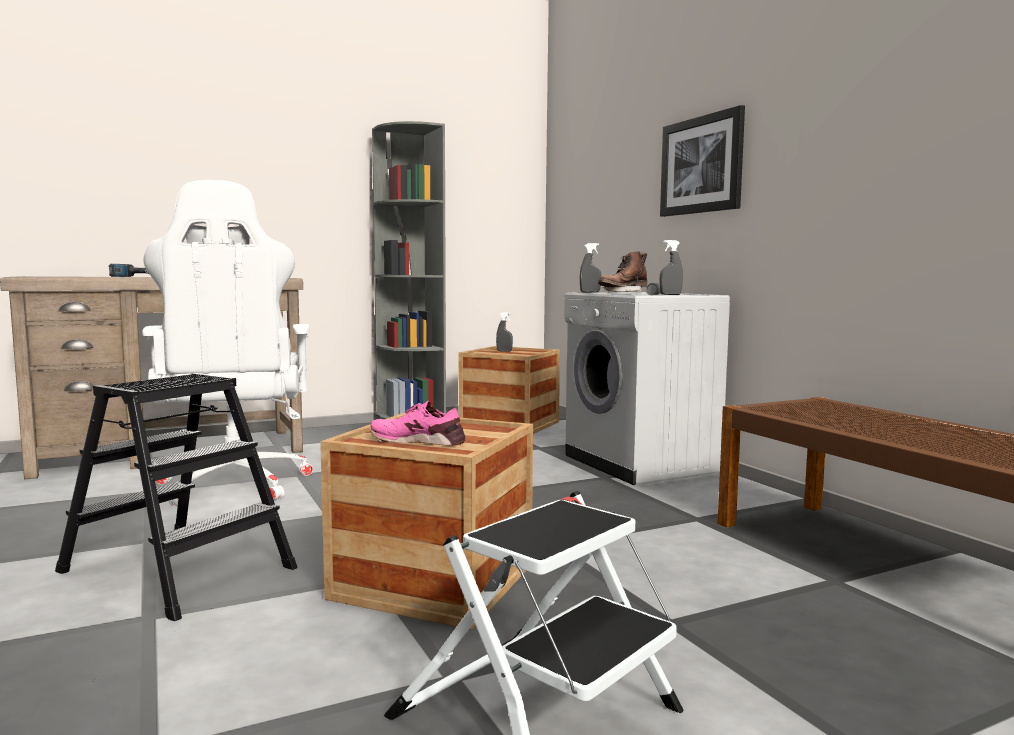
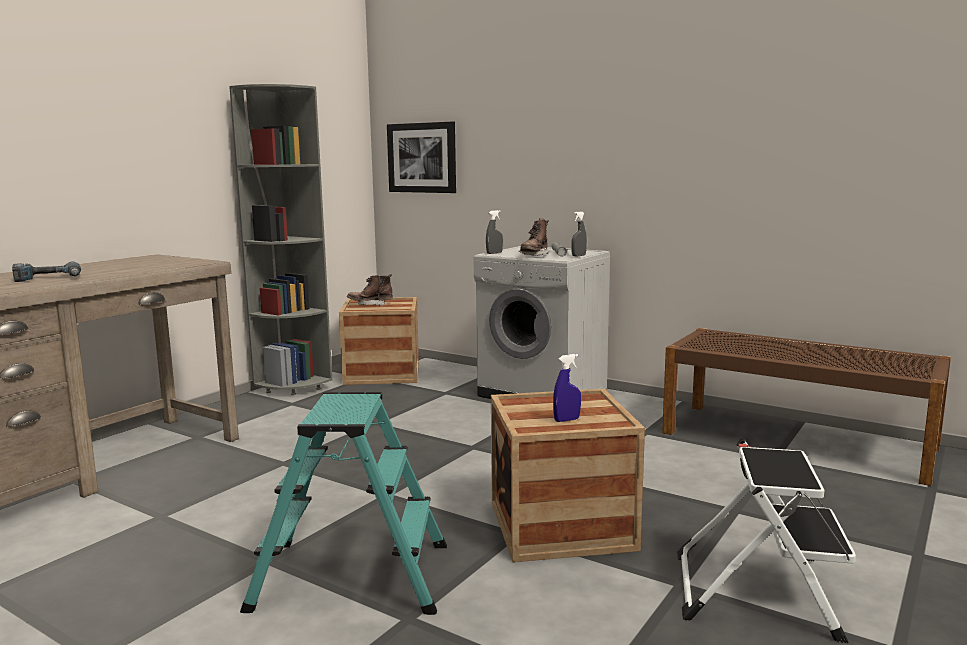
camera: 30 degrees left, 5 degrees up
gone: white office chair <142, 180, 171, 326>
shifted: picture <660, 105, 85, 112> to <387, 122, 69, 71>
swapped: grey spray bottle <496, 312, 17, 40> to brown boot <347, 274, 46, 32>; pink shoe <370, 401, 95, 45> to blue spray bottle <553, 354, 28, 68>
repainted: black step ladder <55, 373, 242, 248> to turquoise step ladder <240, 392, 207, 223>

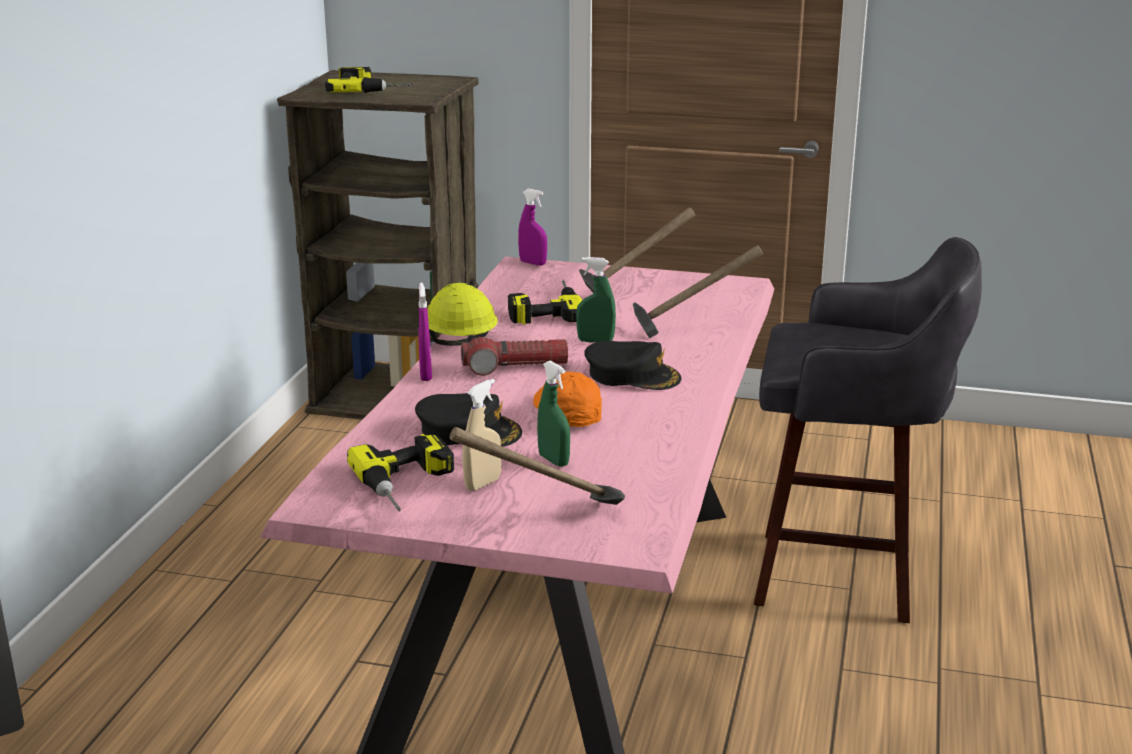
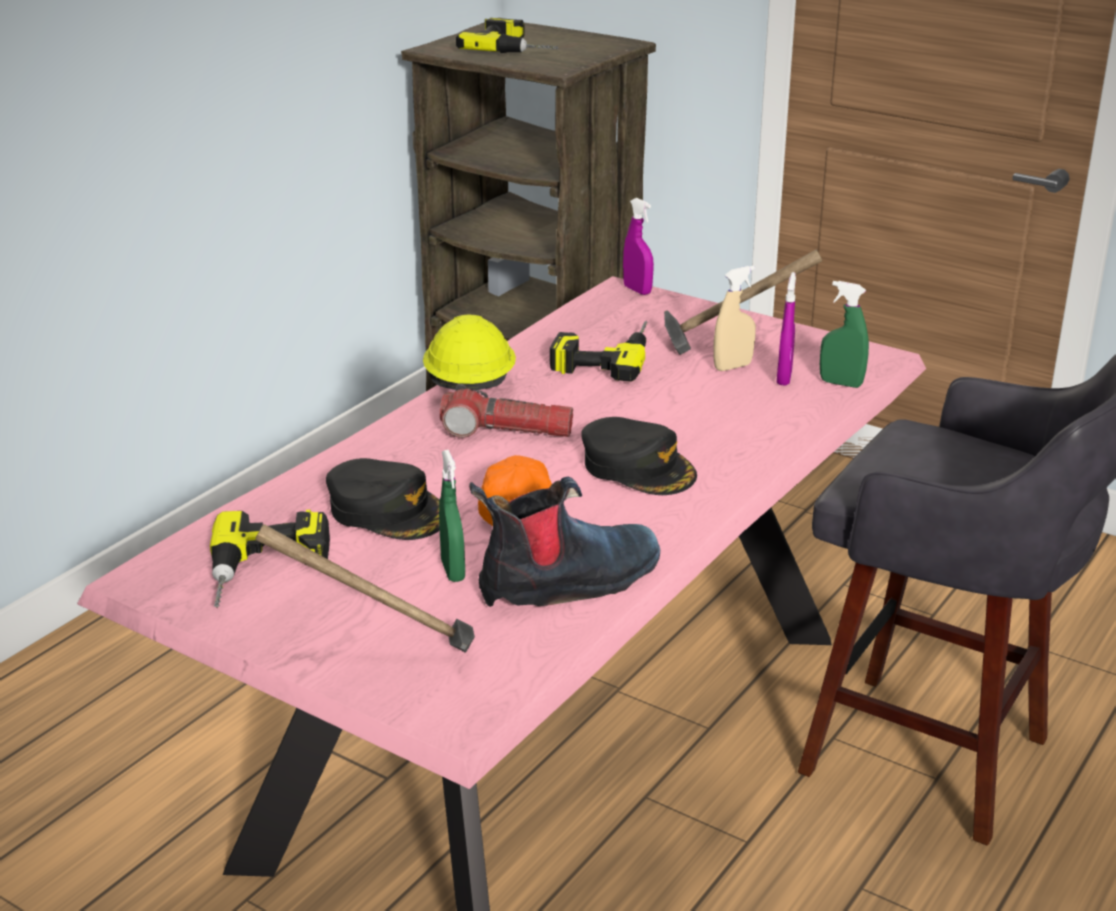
camera: 20 degrees right, 5 degrees up
gone: hammer <633, 245, 130, 93>
new: boot <469, 477, 191, 130>
shifted: beige spray bottle <462, 379, 39, 112> to <714, 266, 42, 105>; purple spray bottle <418, 282, 14, 99> to <777, 272, 19, 114>; green spray bottle <576, 257, 40, 86> to <820, 281, 49, 107>

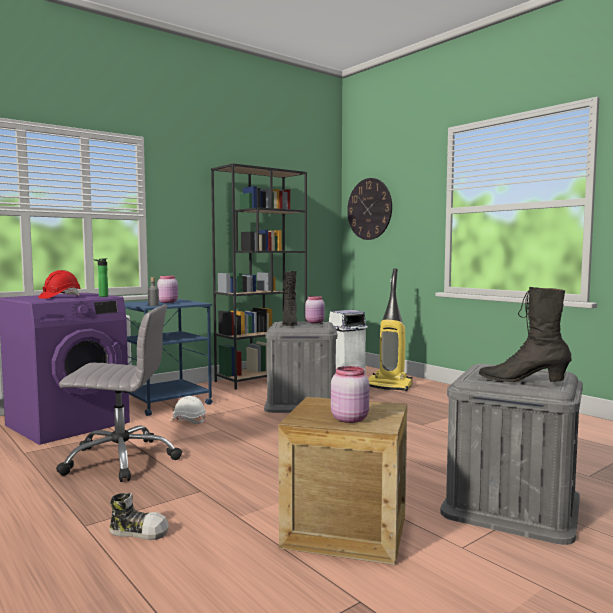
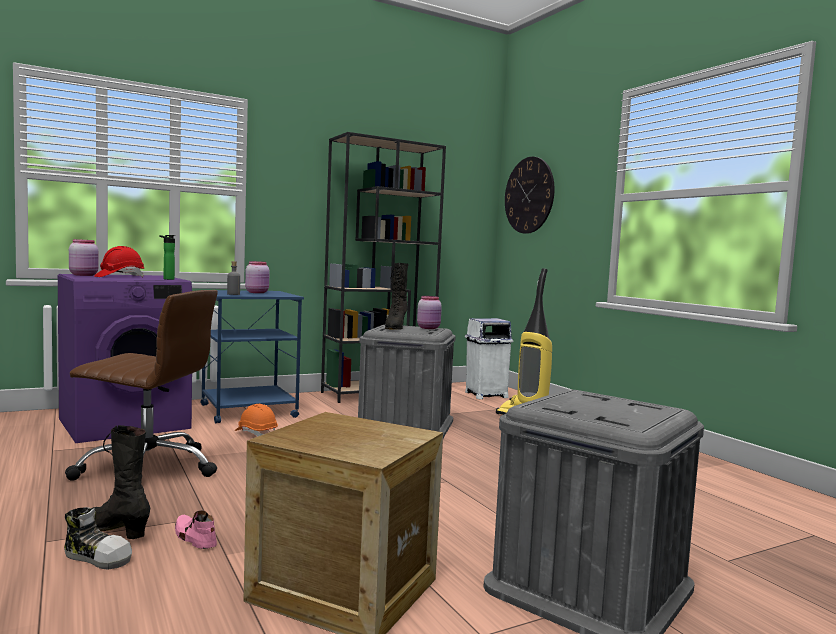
camera: 10 degrees right, 0 degrees up
new: pink shoe <175, 510, 42, 39>
shifted: pink jar <331, 366, 38, 57> to <69, 239, 30, 37>; black boot <479, 287, 92, 95> to <93, 425, 57, 114>
repainted: grey office chair <56, 304, 126, 178> to brown office chair <65, 290, 153, 191>; white hard hat <170, 396, 36, 28> to orange hard hat <235, 404, 43, 32>

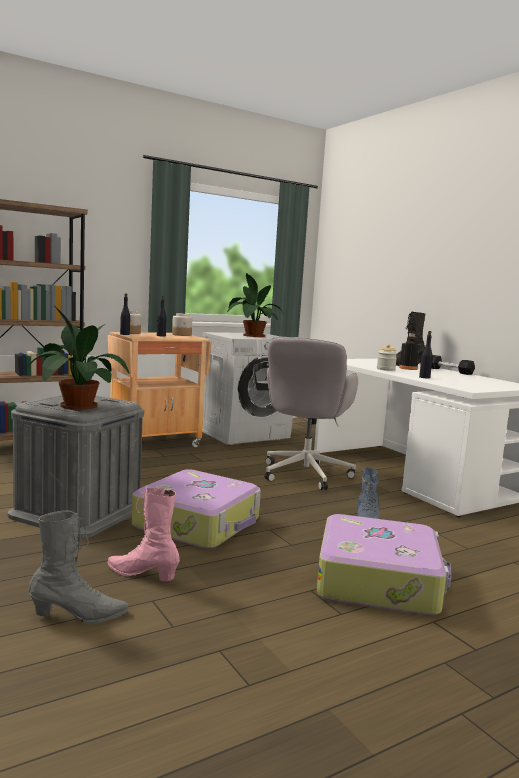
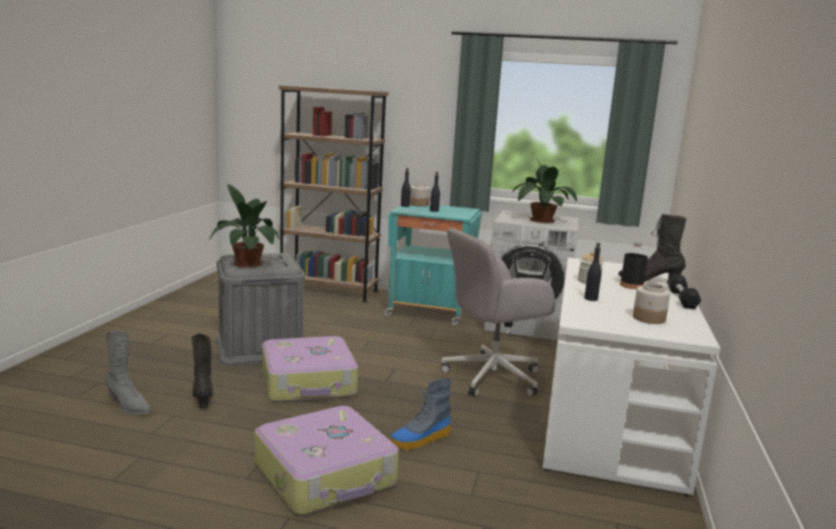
camera: 45 degrees right, 5 degrees up
shifted: jar <172, 313, 20, 23> to <633, 283, 37, 41>
repainted: pink boot <107, 487, 73, 94> to black boot <192, 333, 21, 75>; brown cart <108, 332, 104, 115> to turquoise cart <385, 204, 97, 121>

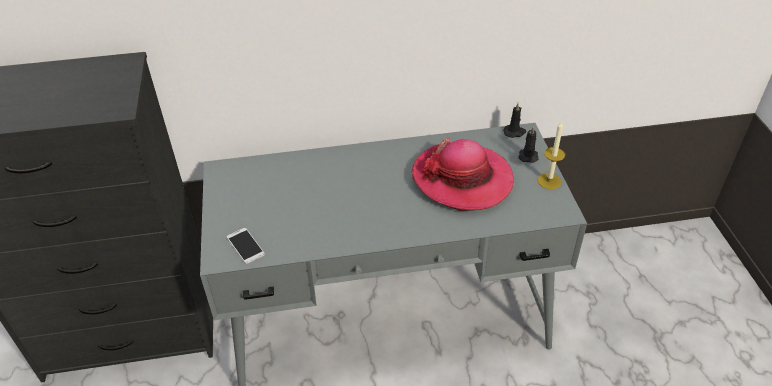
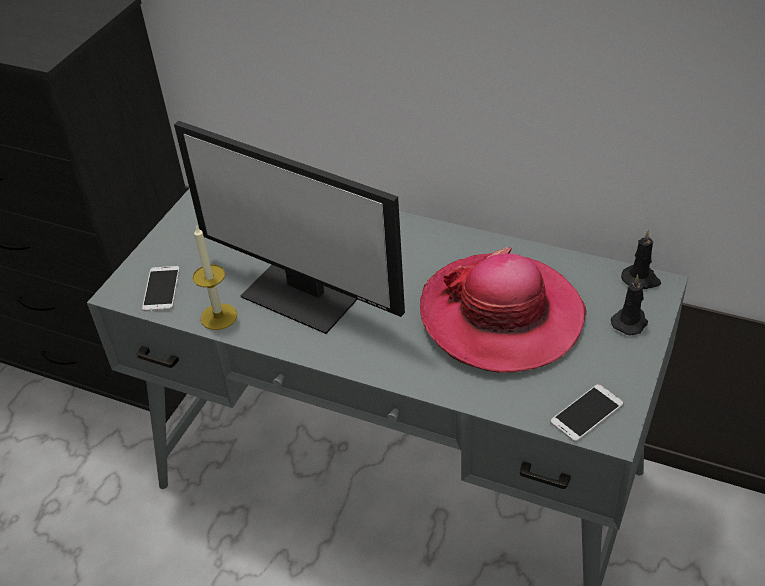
camera: 35 degrees right, 0 degrees up
new: monitor <174, 121, 231, 213>; phone <551, 384, 72, 58>
shifted: candle <538, 122, 27, 67> to <193, 225, 44, 105>

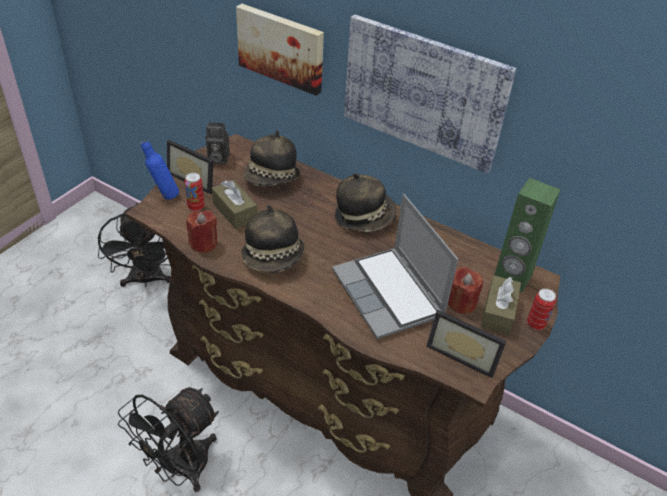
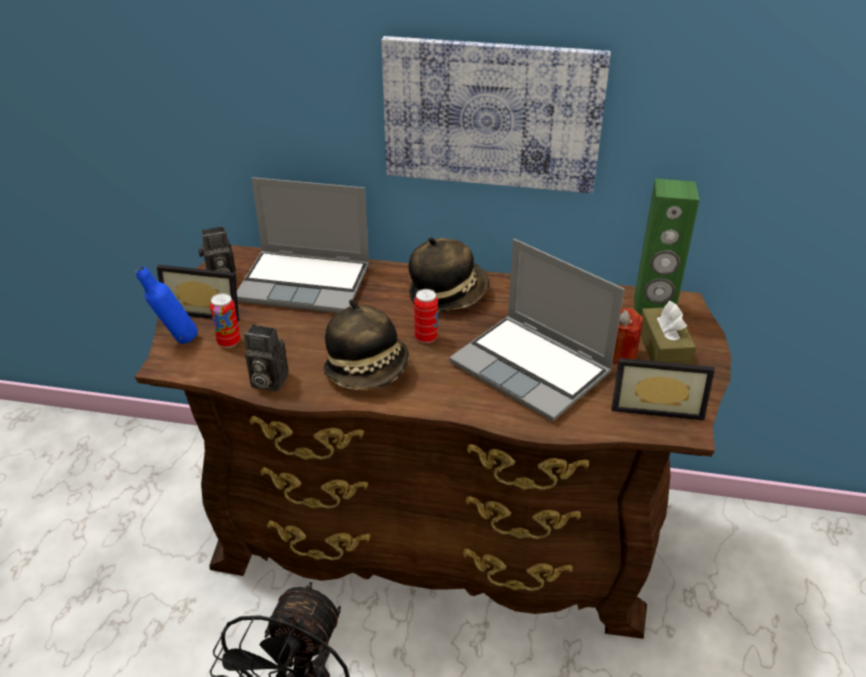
camera: 20 degrees left, 5 degrees down
gone: black fan <98, 203, 73, 84>; brown tissue box <212, 180, 45, 49>; picture <236, 4, 88, 92>
shifted: can <527, 288, 29, 42> to <414, 289, 24, 54>
swapped: hat <243, 130, 57, 56> to laptop <237, 177, 132, 136>; red candle <186, 210, 31, 43> to photo camera <244, 325, 45, 66>

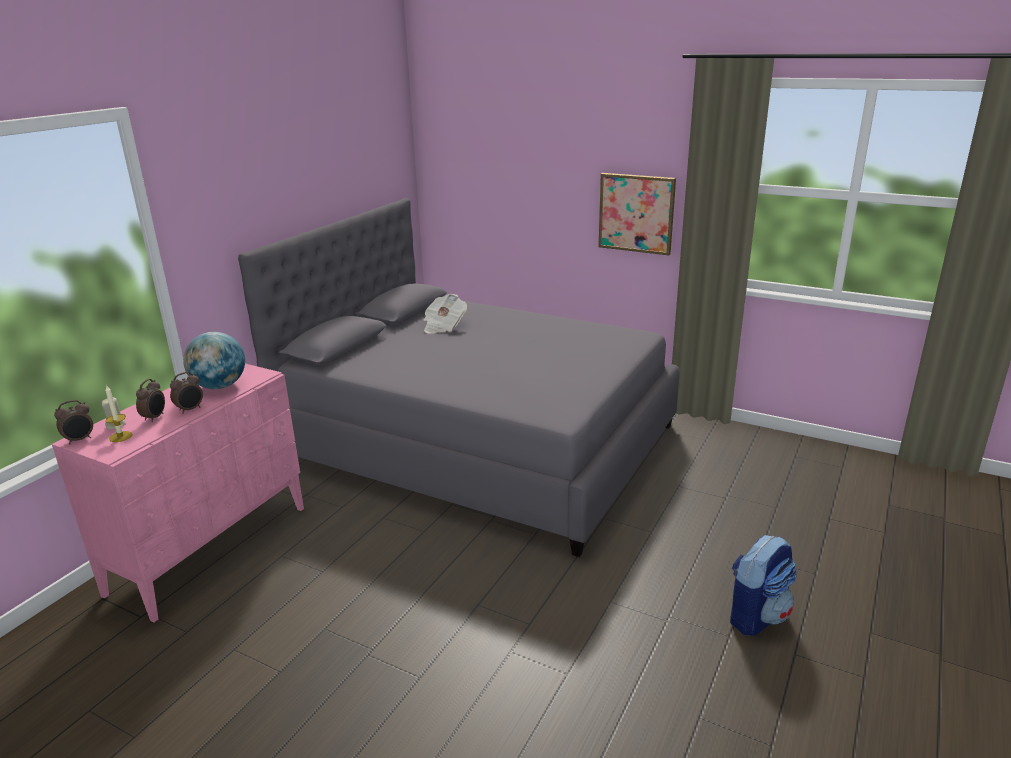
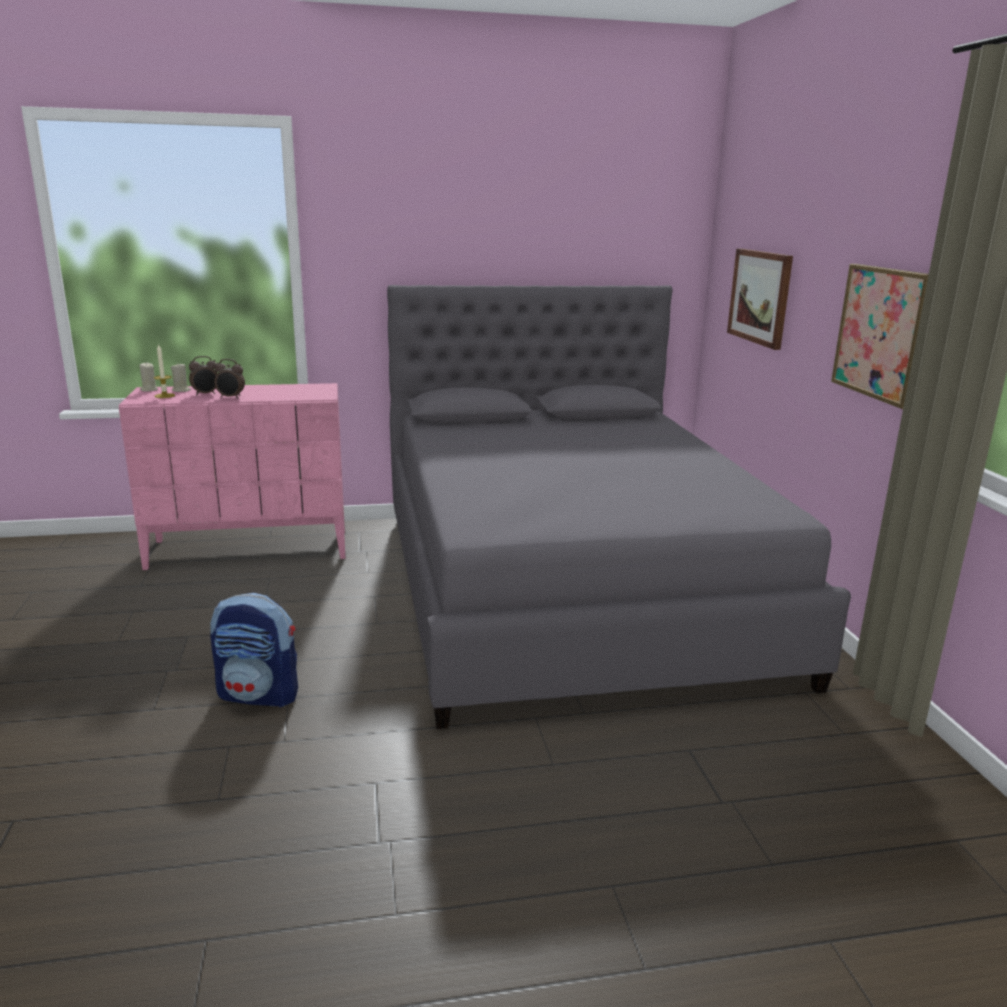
camera: 50 degrees right, 5 degrees down
gone: globe <183, 332, 62, 57>; newspaper <424, 294, 43, 40>
new: picture <727, 249, 66, 101>
shifted: backpack <730, 535, 67, 101> to <211, 593, 87, 114>
swapped: alarm clock <54, 400, 39, 44> to beige candle <139, 363, 19, 29>

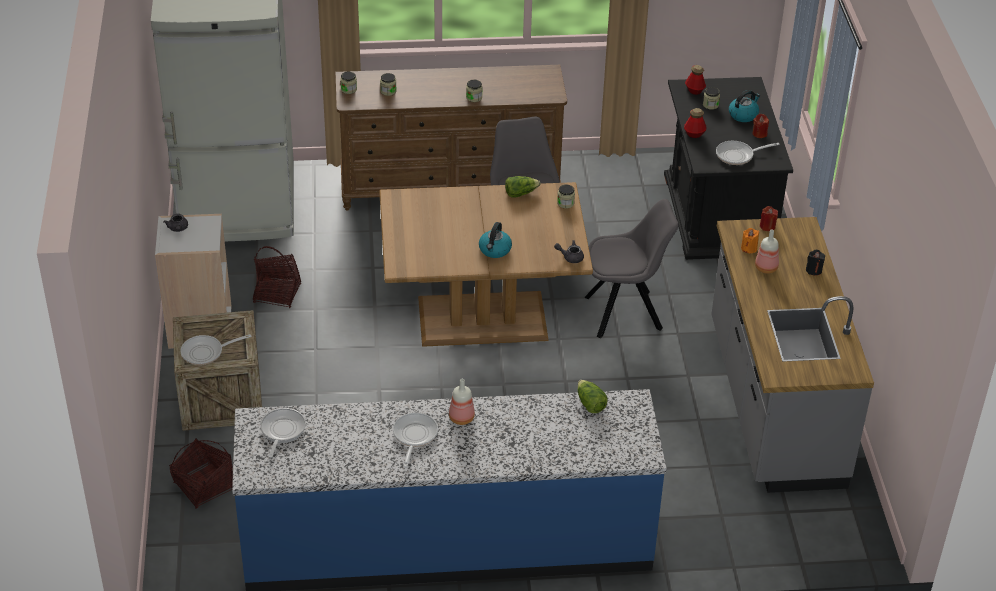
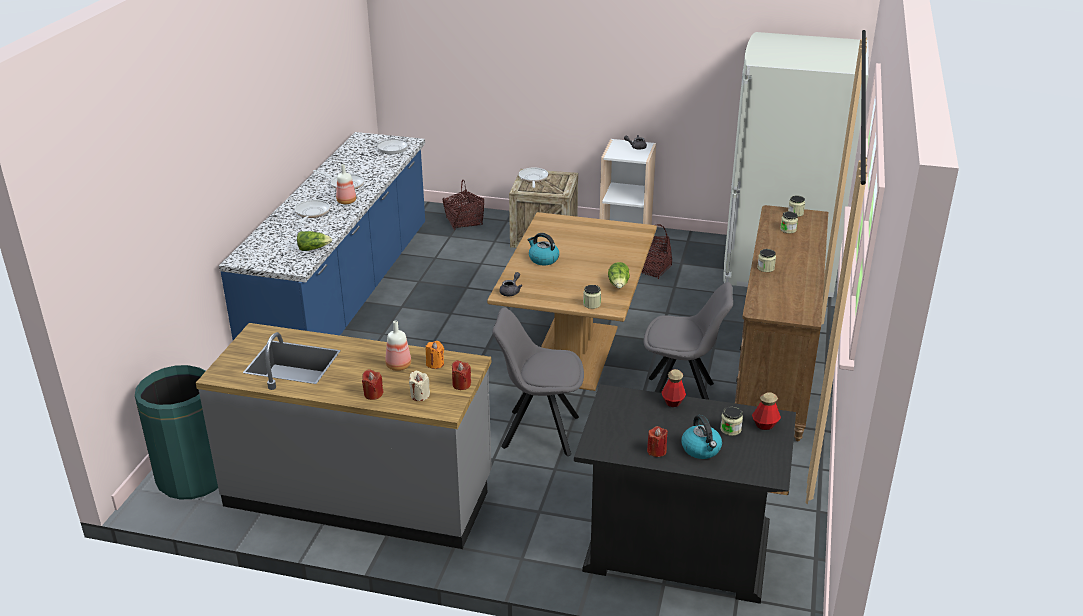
camera: 110 degrees right, 10 degrees down
new: green trash can <135, 365, 83, 135>; beige candle <409, 370, 21, 31>
shifted: frying pan <716, 141, 64, 24> to <295, 200, 35, 25>
repainted: black candle <806, 250, 19, 25> to red candle <362, 369, 21, 31>
rotated: grey chair <584, 199, 95, 139> = <492, 308, 92, 148> 90 degrees clockwise

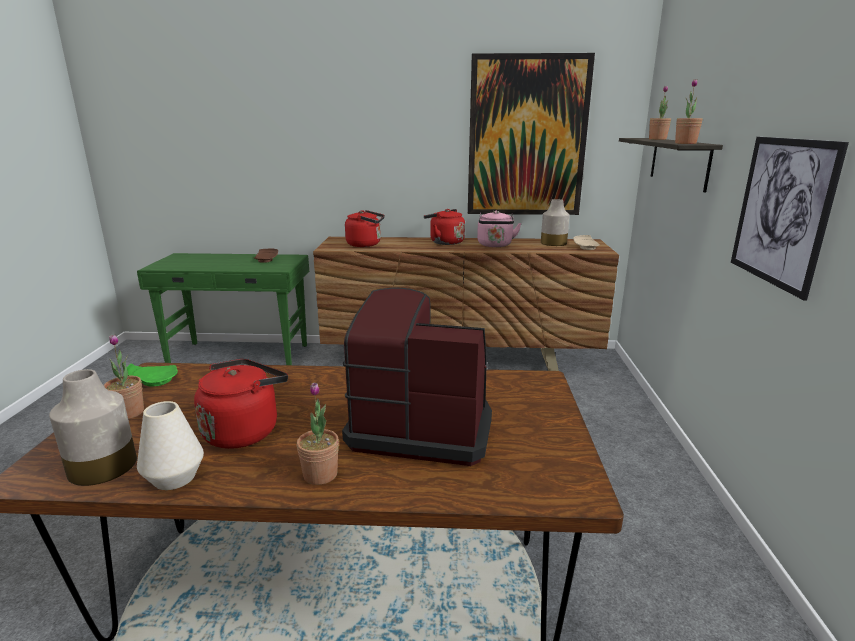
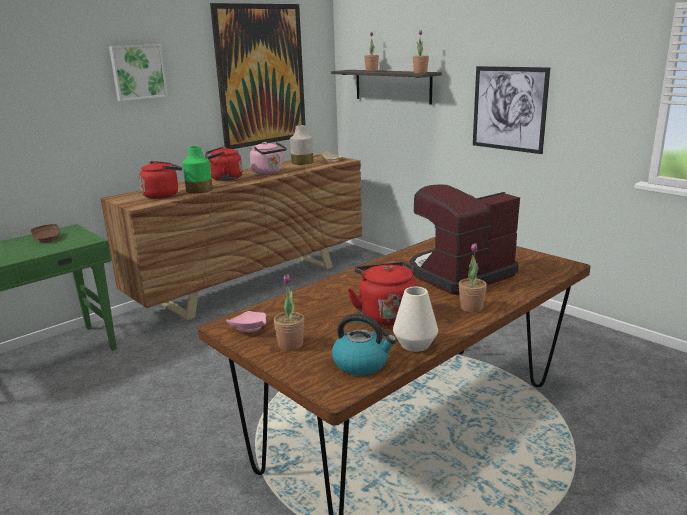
camera: 45 degrees left, 0 degrees up
new: picture <109, 44, 59, 57>; green vase <182, 146, 31, 47>
swapped: beige vase <49, 369, 88, 117> to kettle <332, 314, 64, 61>
repainted: green plate <127, 363, 51, 24> to pink plate <226, 311, 41, 21>

